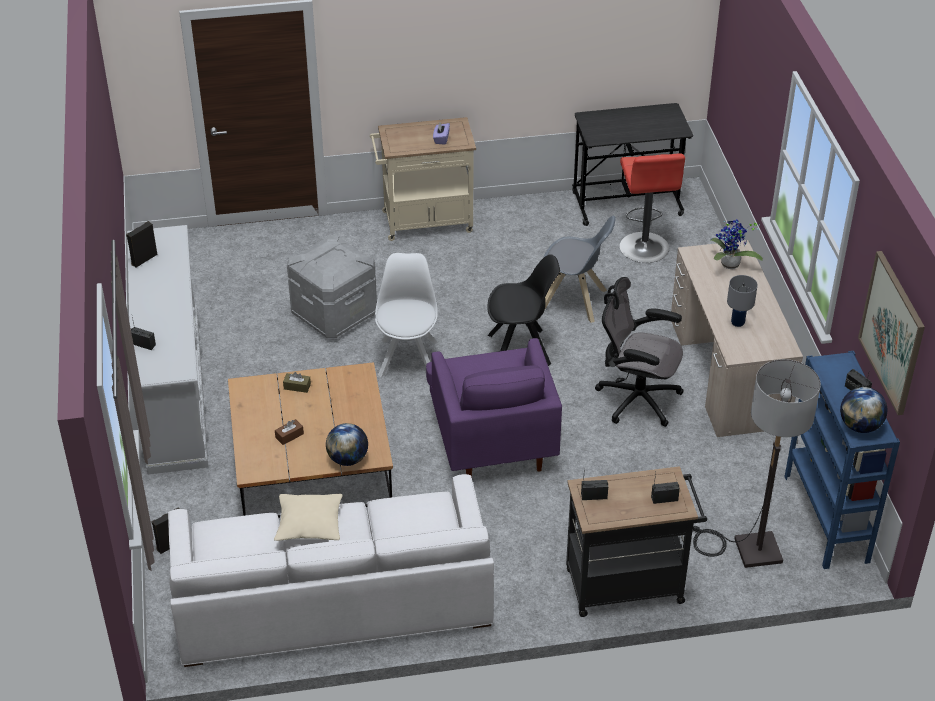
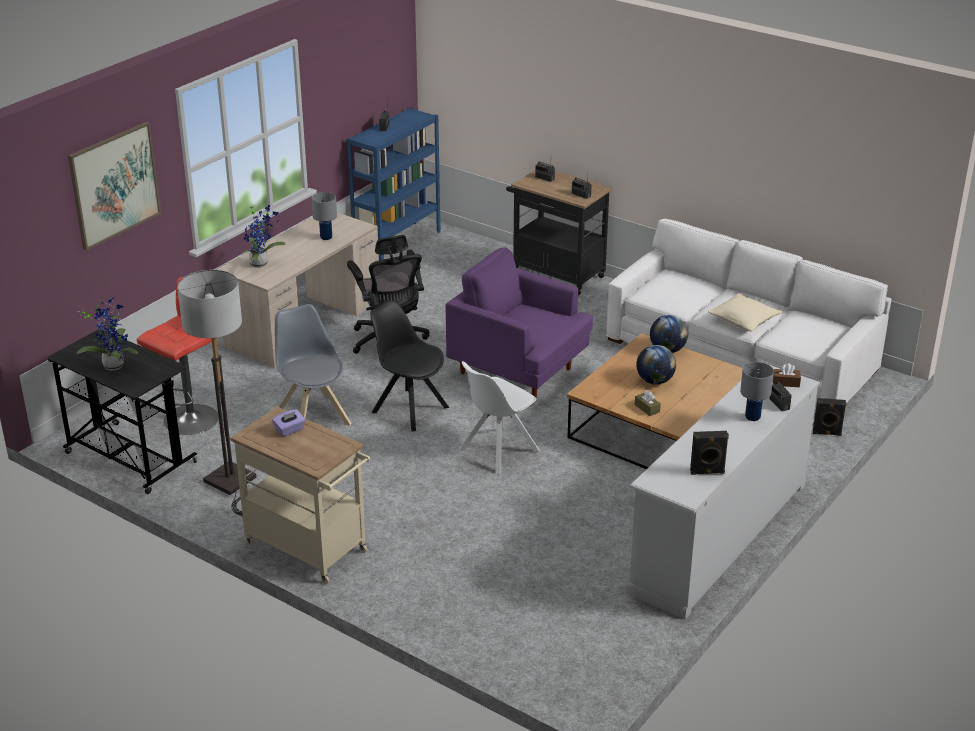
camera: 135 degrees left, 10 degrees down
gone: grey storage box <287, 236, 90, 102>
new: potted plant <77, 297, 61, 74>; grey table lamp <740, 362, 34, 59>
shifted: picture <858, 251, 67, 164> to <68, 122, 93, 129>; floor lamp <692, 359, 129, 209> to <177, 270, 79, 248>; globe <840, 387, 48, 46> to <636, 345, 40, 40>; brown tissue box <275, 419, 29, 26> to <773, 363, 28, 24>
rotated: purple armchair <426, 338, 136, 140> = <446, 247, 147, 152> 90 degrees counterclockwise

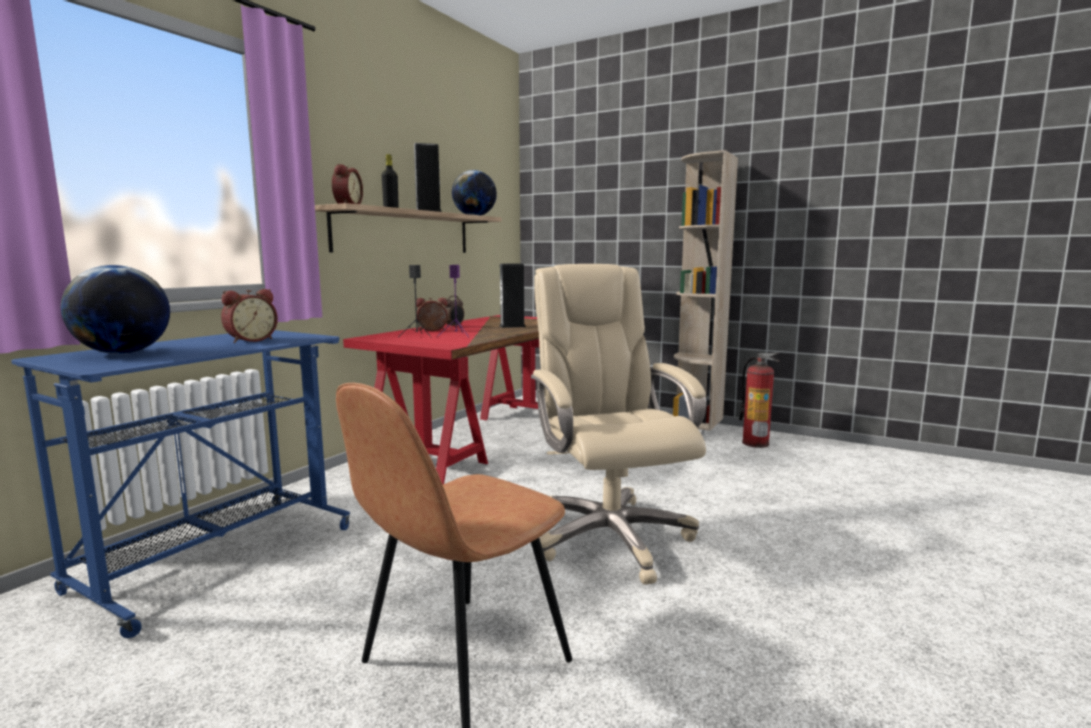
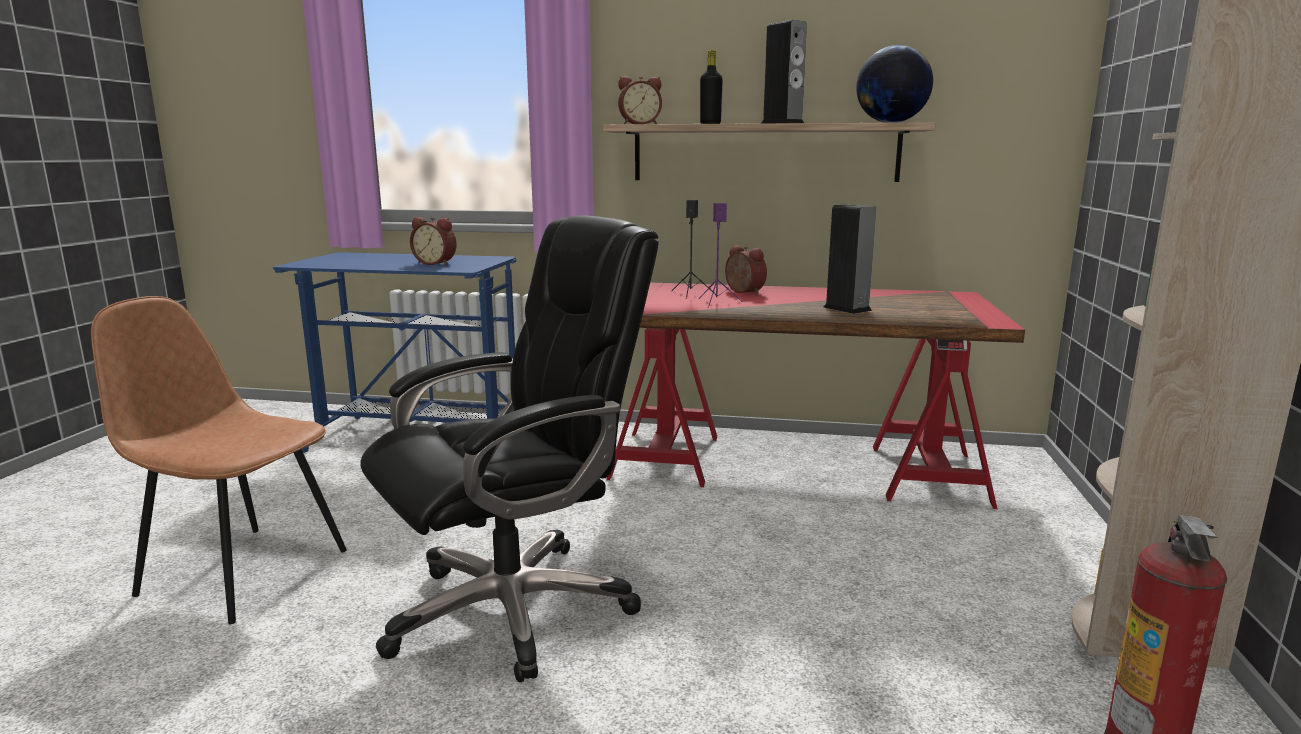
camera: 70 degrees right, 5 degrees up
gone: globe <61, 265, 109, 89>; alarm clock <445, 296, 19, 31>
repainted: beige office chair <531, 264, 175, 321> to black office chair <361, 215, 298, 467>

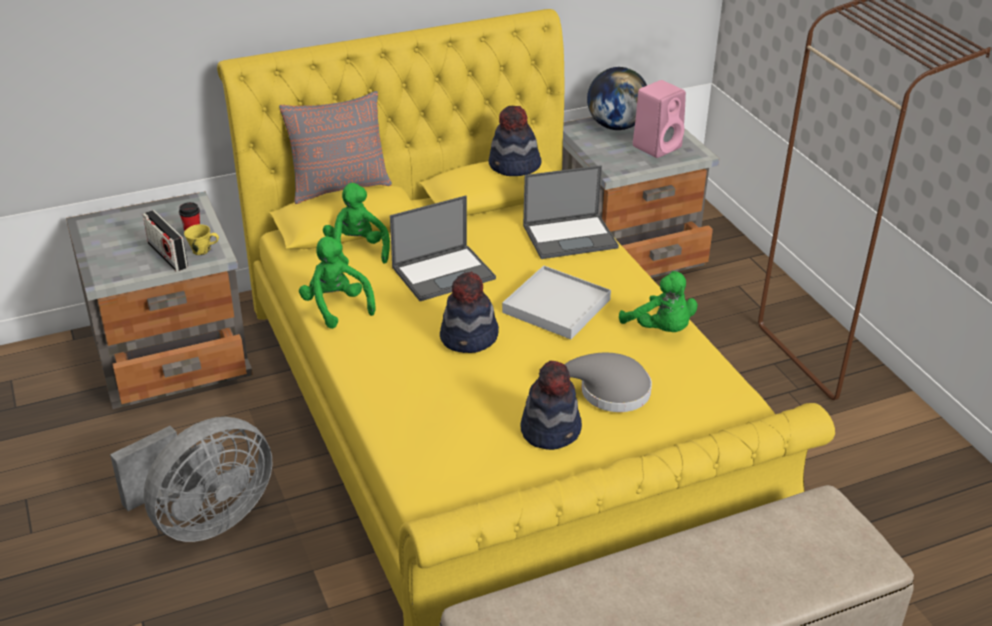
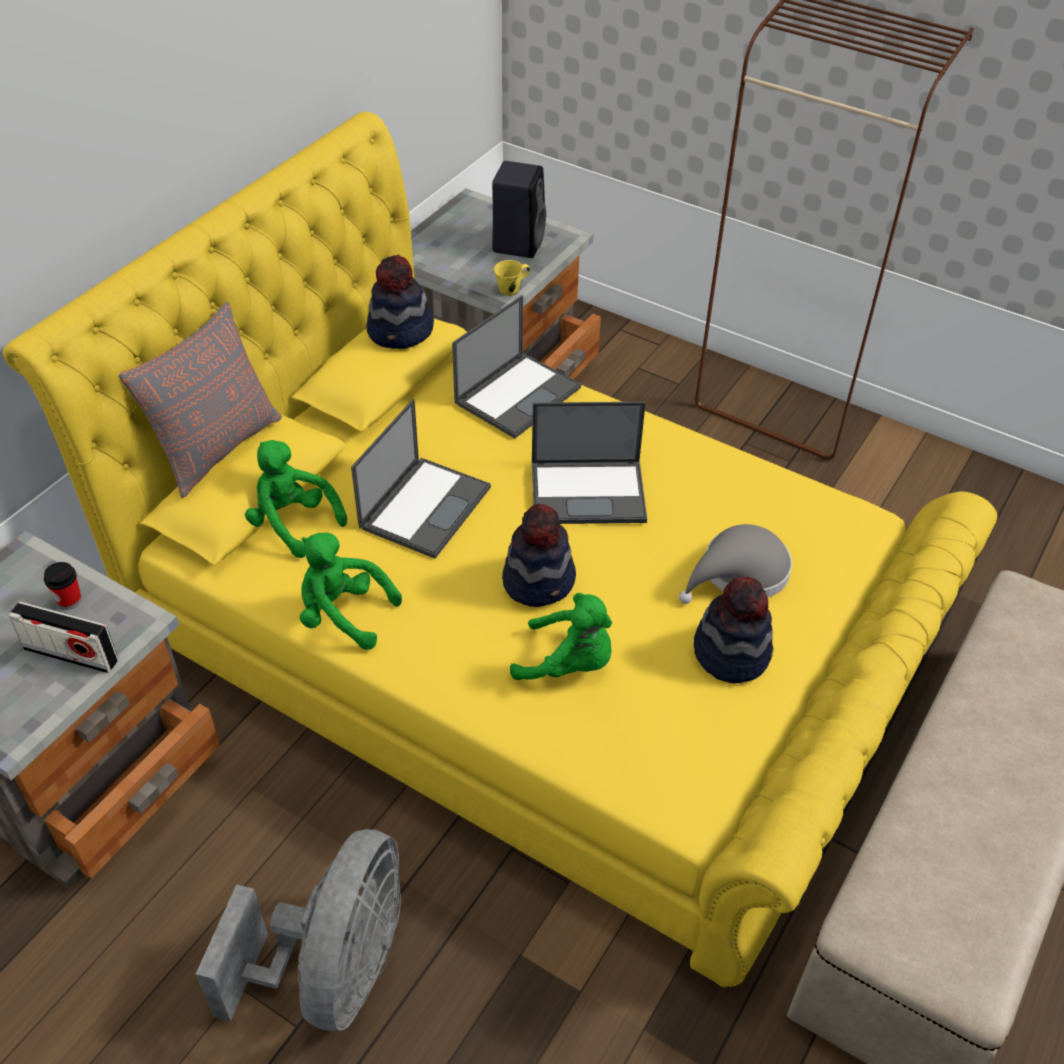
camera: 35 degrees left, 10 degrees up
gone: globe <587, 67, 60, 63>
shifted: yellow mug <184, 224, 35, 31> to <494, 260, 37, 36>; green plush toy <619, 271, 78, 61> to <510, 593, 102, 87>
swapped: white tray <502, 265, 109, 74> to laptop <532, 402, 115, 122>
repainted: pink speaker <633, 80, 53, 78> to black speaker <492, 161, 54, 97>

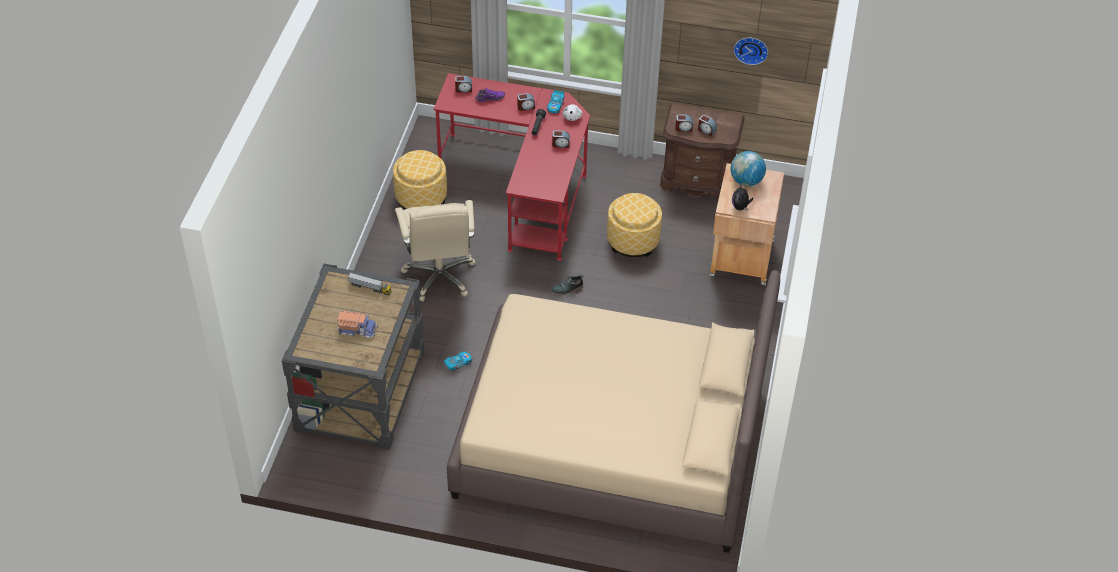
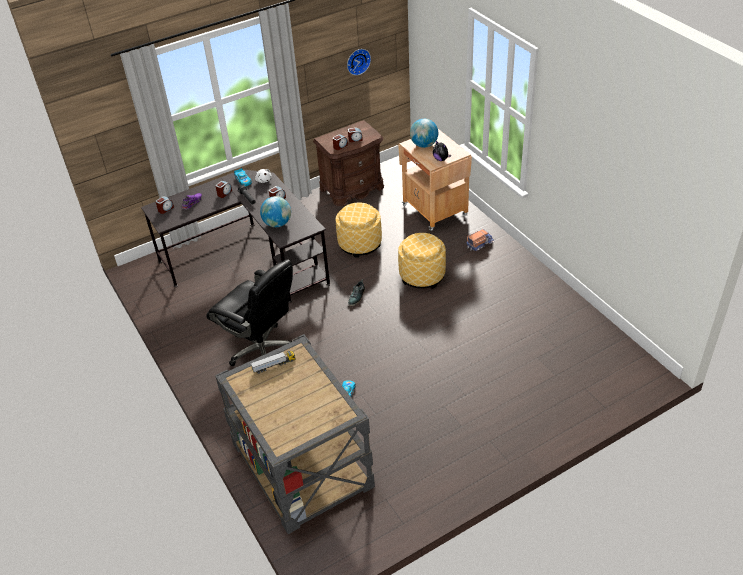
camera: 40 degrees left, 5 degrees down
gone: beige bed <447, 270, 333, 283>
new: globe <260, 196, 31, 31>
shifted: ottoman <393, 150, 54, 59> to <398, 233, 48, 56>; toy truck <337, 311, 41, 27> to <466, 229, 28, 22>
repainted: red desk <434, 73, 156, 188> to black desk <141, 170, 190, 133>; beige office chair <395, 200, 81, 102> to black office chair <206, 259, 87, 107>

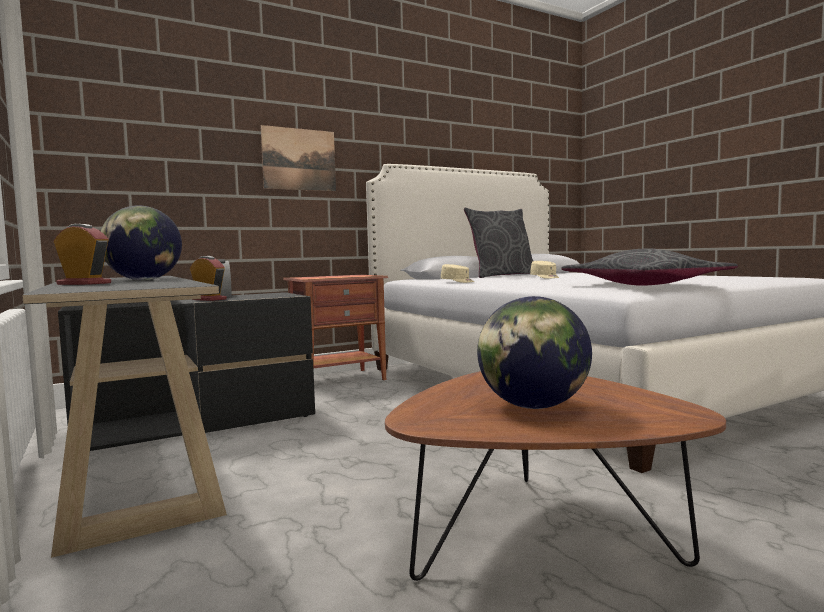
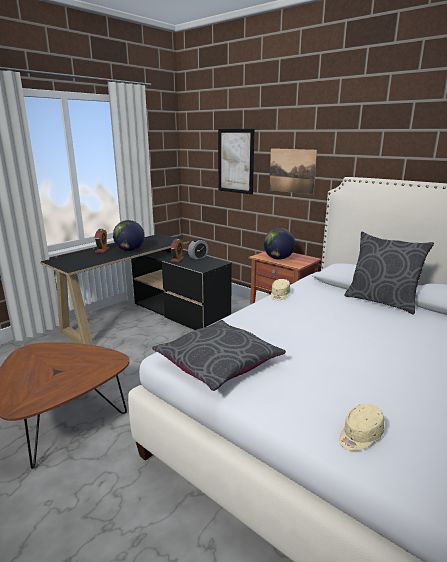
camera: 70 degrees right, 15 degrees up
new: picture <218, 129, 37, 65>
shifted: globe <477, 296, 115, 113> to <264, 228, 31, 32>; beige cap <530, 261, 29, 18> to <339, 404, 45, 47>

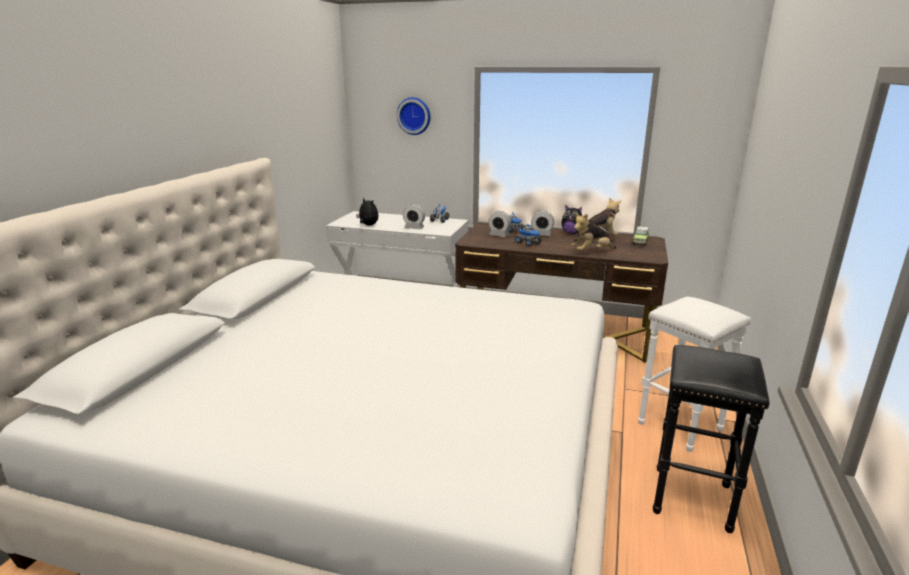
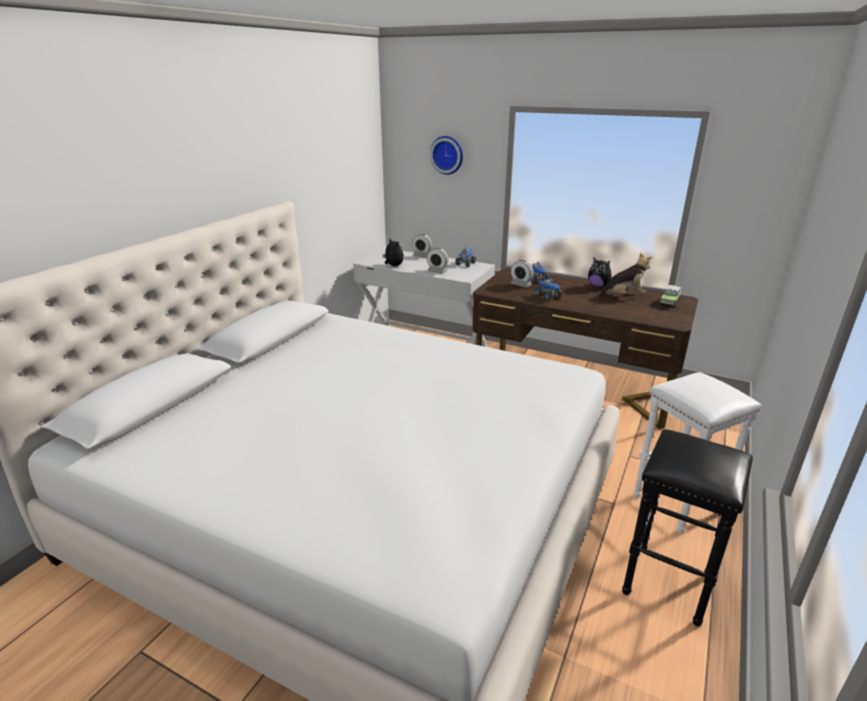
camera: 10 degrees right, 5 degrees up
gone: plush toy <572, 213, 44, 38>
shifted: alarm clock <531, 210, 23, 26> to <412, 234, 20, 24>

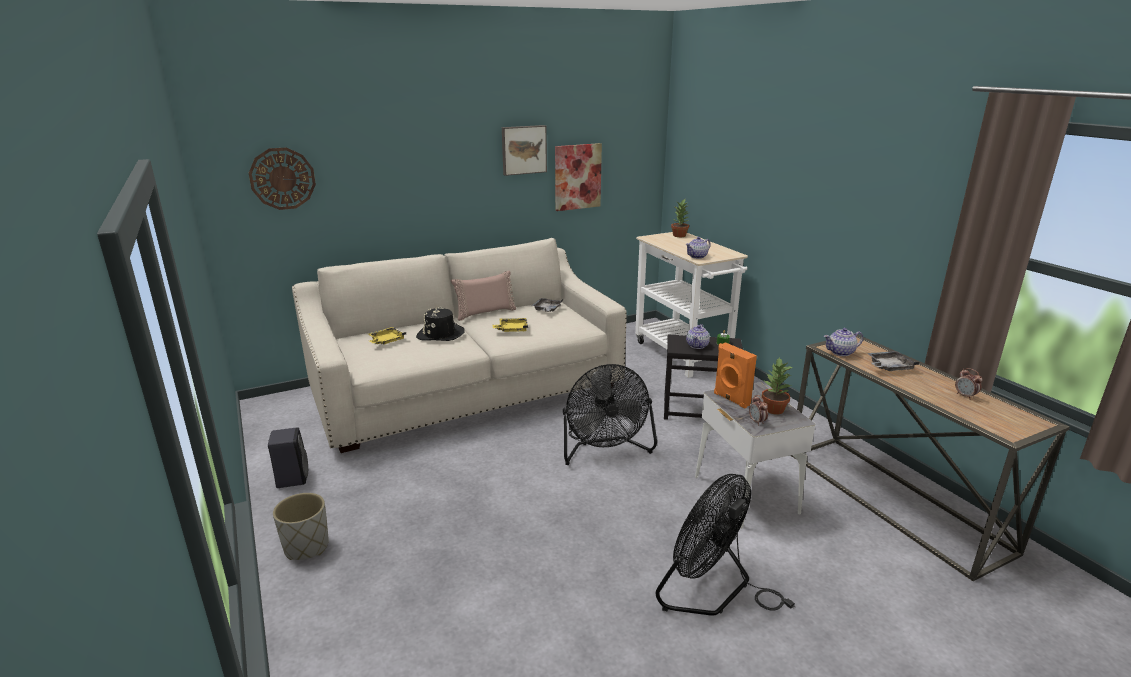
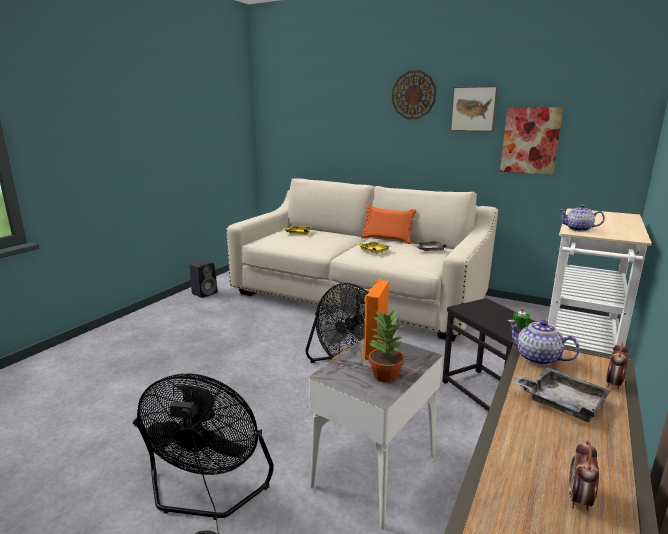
camera: 55 degrees right, 5 degrees down
gone: grey planter <273, 493, 56, 67>; black hat <416, 307, 49, 34>; potted plant <671, 199, 18, 38>; teapot <686, 324, 24, 25>
shifted: wall clock <249, 148, 67, 62> to <392, 70, 44, 49>; alarm clock <749, 395, 19, 31> to <606, 342, 22, 47>
repainted: beige pillow <451, 271, 65, 50> to orange pillow <361, 205, 56, 39>

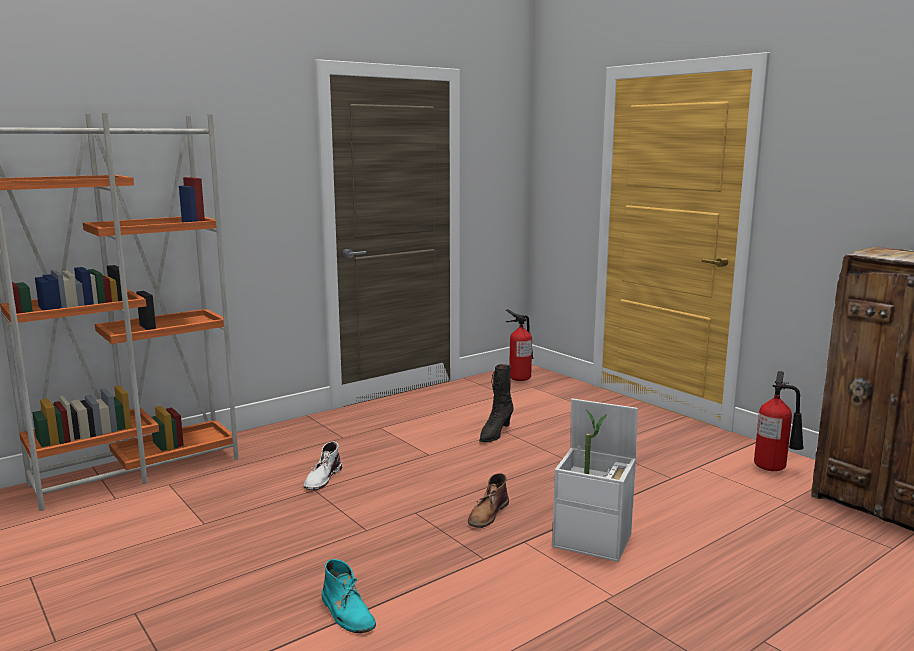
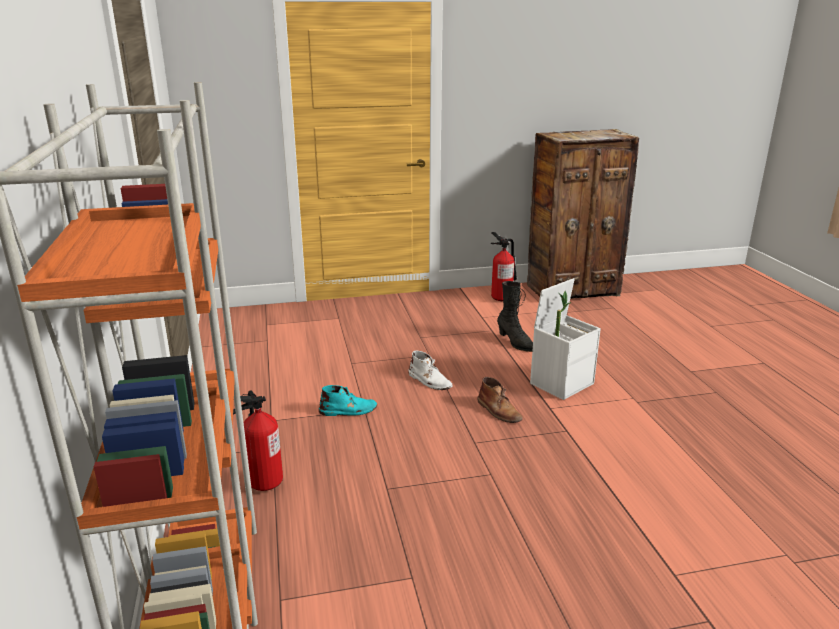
camera: 65 degrees left, 10 degrees up
shifted: fire extinguisher <506, 310, 27, 71> to <233, 390, 50, 101>; turquoise boot <322, 559, 54, 74> to <319, 385, 58, 31>; white boot <304, 441, 38, 49> to <408, 351, 45, 39>; black boot <479, 364, 34, 78> to <497, 281, 36, 71>

